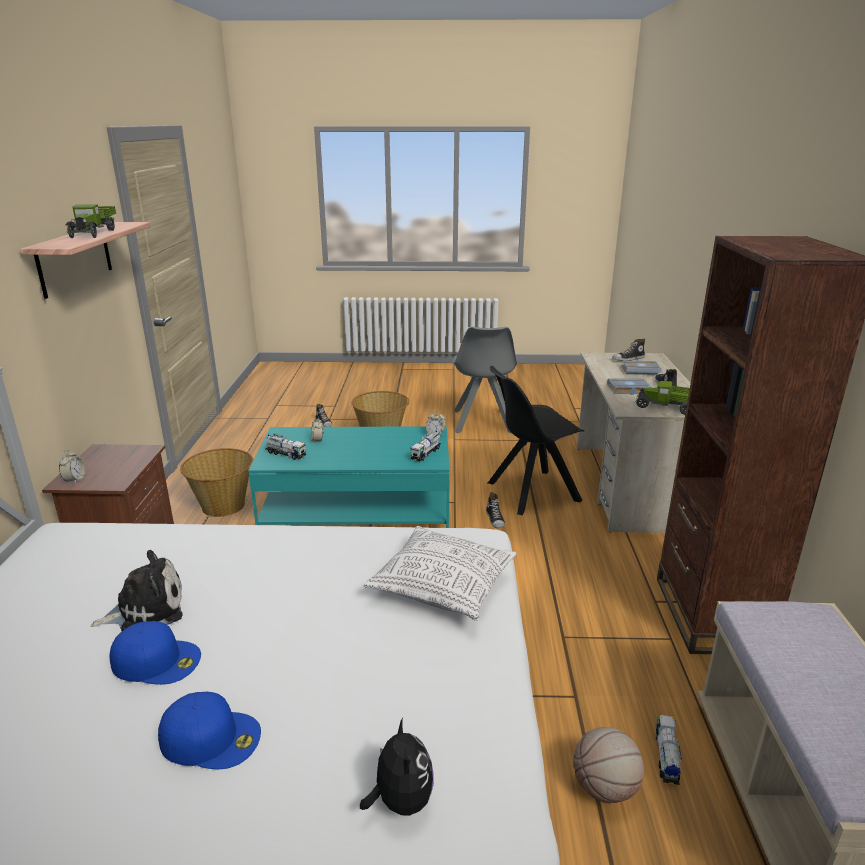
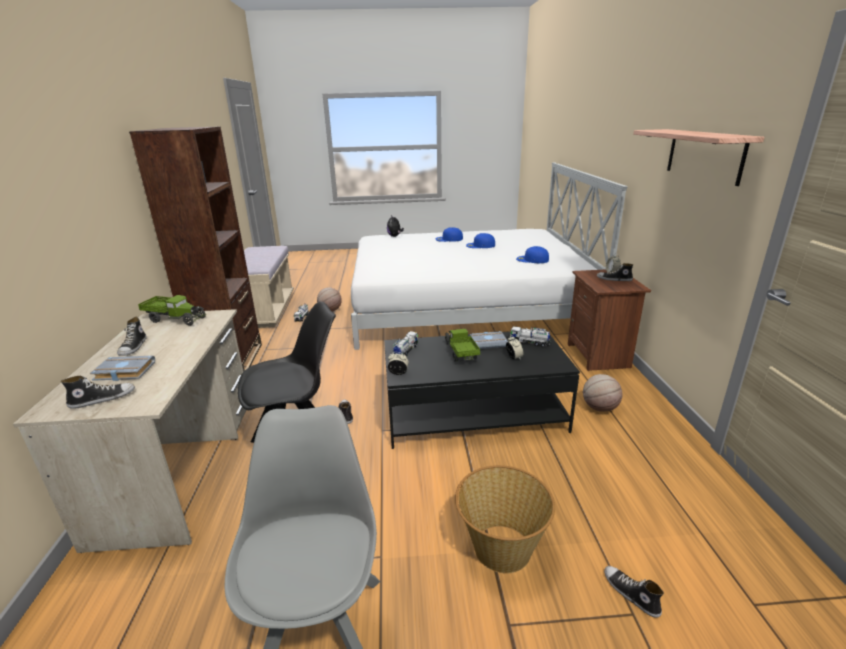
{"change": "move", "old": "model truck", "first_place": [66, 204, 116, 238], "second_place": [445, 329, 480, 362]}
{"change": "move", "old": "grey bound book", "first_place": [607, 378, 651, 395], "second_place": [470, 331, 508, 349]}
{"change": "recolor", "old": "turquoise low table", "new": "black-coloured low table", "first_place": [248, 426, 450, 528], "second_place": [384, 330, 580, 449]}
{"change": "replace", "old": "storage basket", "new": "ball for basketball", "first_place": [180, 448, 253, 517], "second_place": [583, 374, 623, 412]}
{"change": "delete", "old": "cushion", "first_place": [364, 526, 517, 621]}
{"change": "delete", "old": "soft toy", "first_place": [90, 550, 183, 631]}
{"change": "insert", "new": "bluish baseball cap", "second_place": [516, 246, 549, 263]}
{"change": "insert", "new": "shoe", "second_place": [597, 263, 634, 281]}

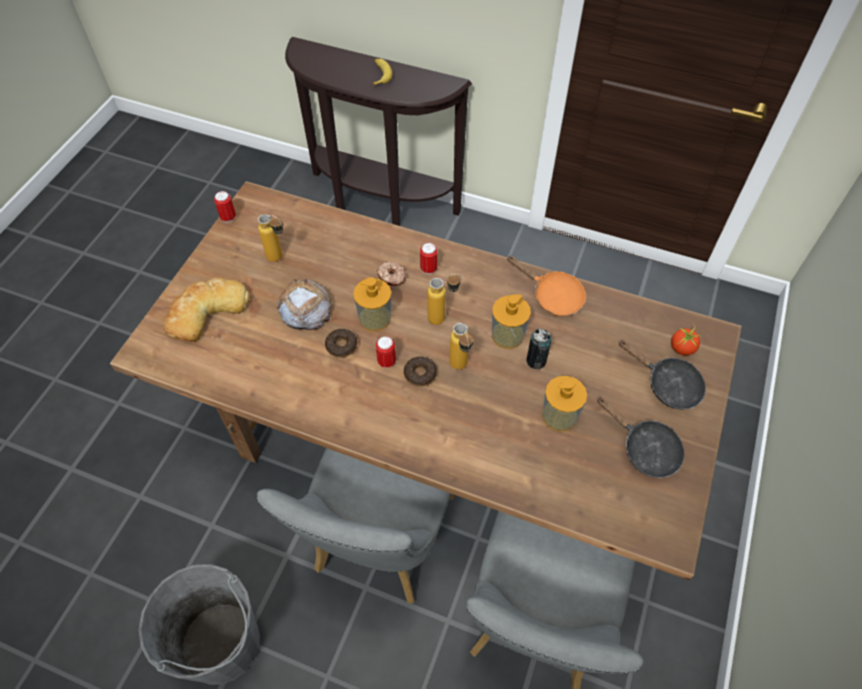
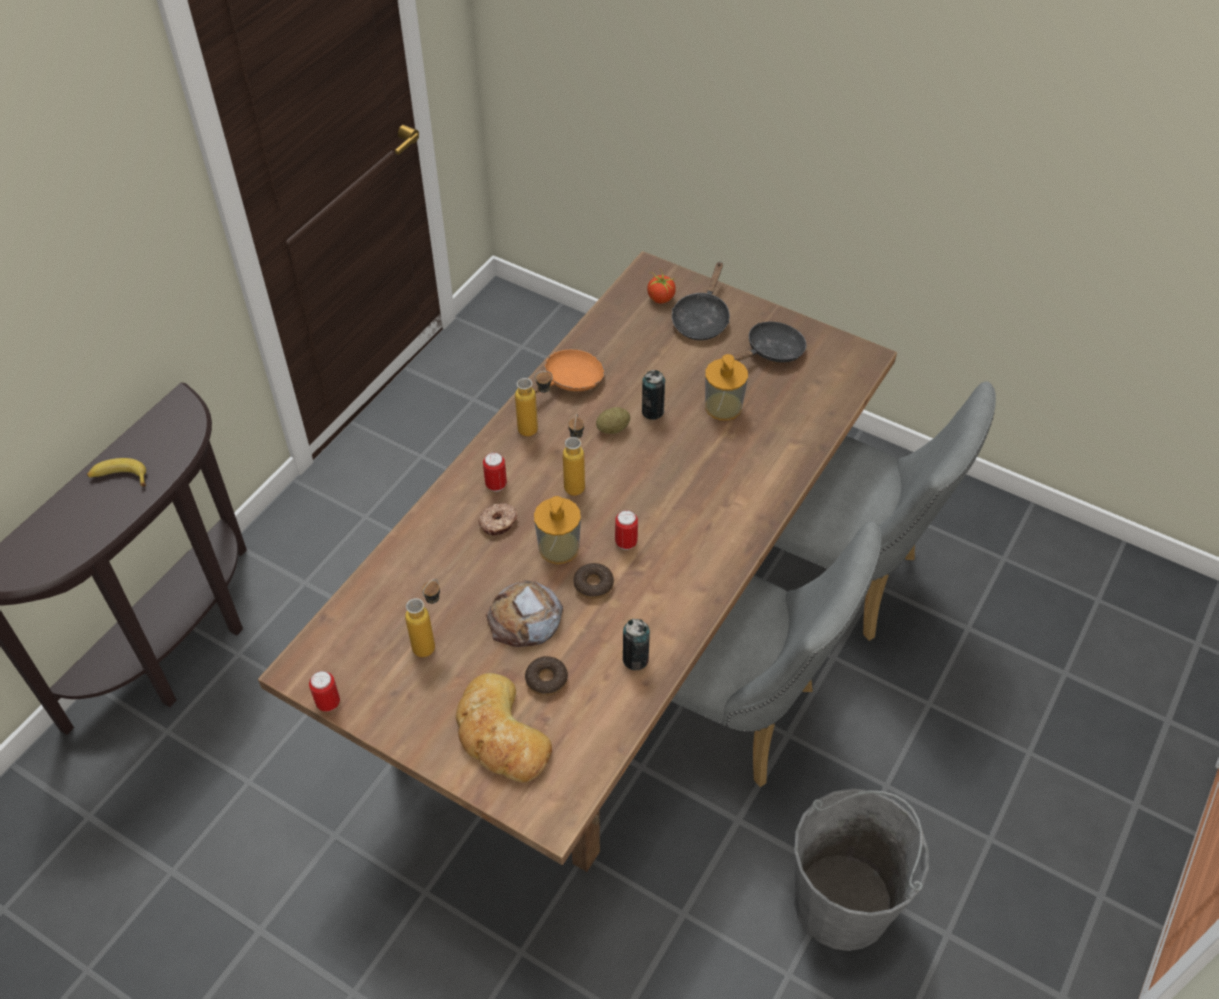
{"change": "replace", "old": "liquid soap bottle", "new": "whole potato", "first_place": [492, 294, 531, 349], "second_place": [596, 407, 630, 434]}
{"change": "move", "old": "drink bottle", "first_place": [449, 323, 473, 370], "second_place": [515, 371, 553, 436]}
{"change": "rotate", "old": "black-coloured pan", "first_place": [618, 340, 706, 410], "second_place": [672, 262, 730, 340], "degrees": 150}
{"change": "move", "old": "donut", "first_place": [404, 357, 437, 387], "second_place": [525, 656, 568, 696]}
{"change": "insert", "new": "can", "second_place": [623, 618, 650, 670]}

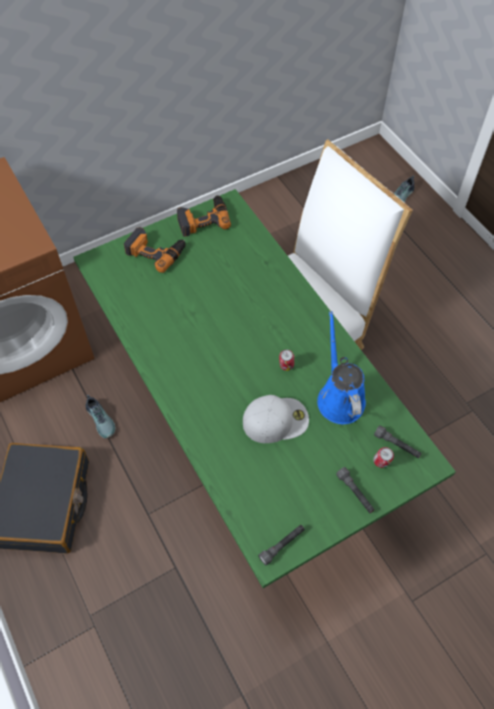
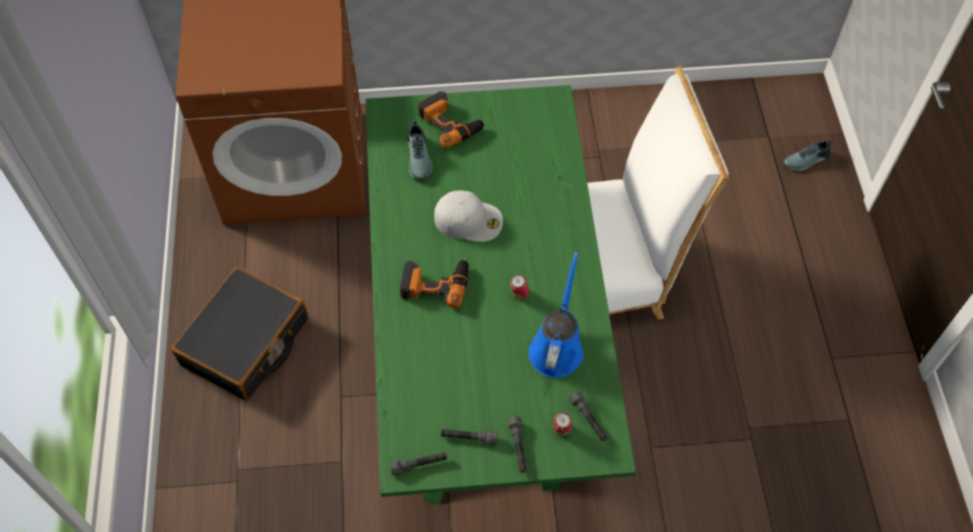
{"change": "move", "old": "drill", "first_place": [177, 195, 231, 237], "second_place": [400, 259, 469, 308]}
{"change": "move", "old": "shoe", "first_place": [86, 395, 115, 439], "second_place": [407, 120, 433, 179]}
{"change": "move", "old": "whitish baseball cap", "first_place": [243, 395, 309, 443], "second_place": [434, 191, 503, 242]}
{"change": "insert", "new": "grey hand torch", "second_place": [441, 429, 497, 445]}

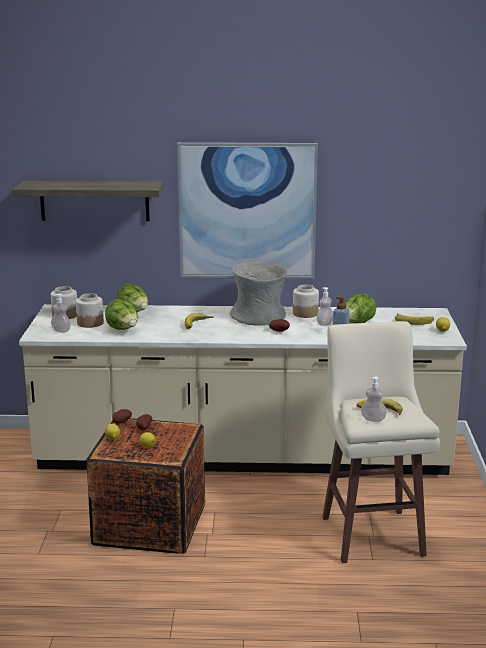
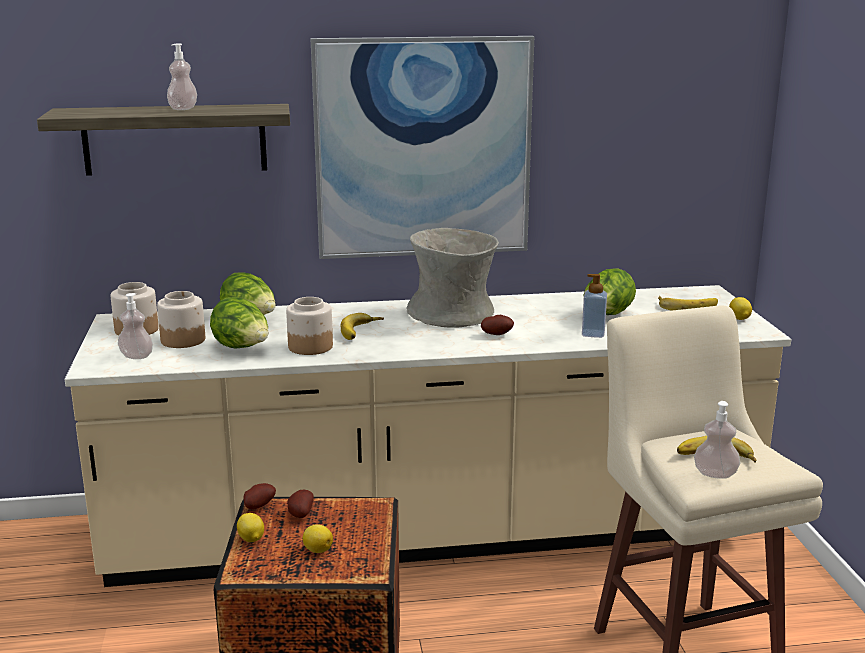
{"change": "move", "old": "jar", "first_place": [293, 285, 319, 318], "second_place": [286, 297, 333, 355]}
{"change": "move", "old": "liquid soap bottle", "first_place": [317, 287, 333, 326], "second_place": [167, 44, 197, 110]}

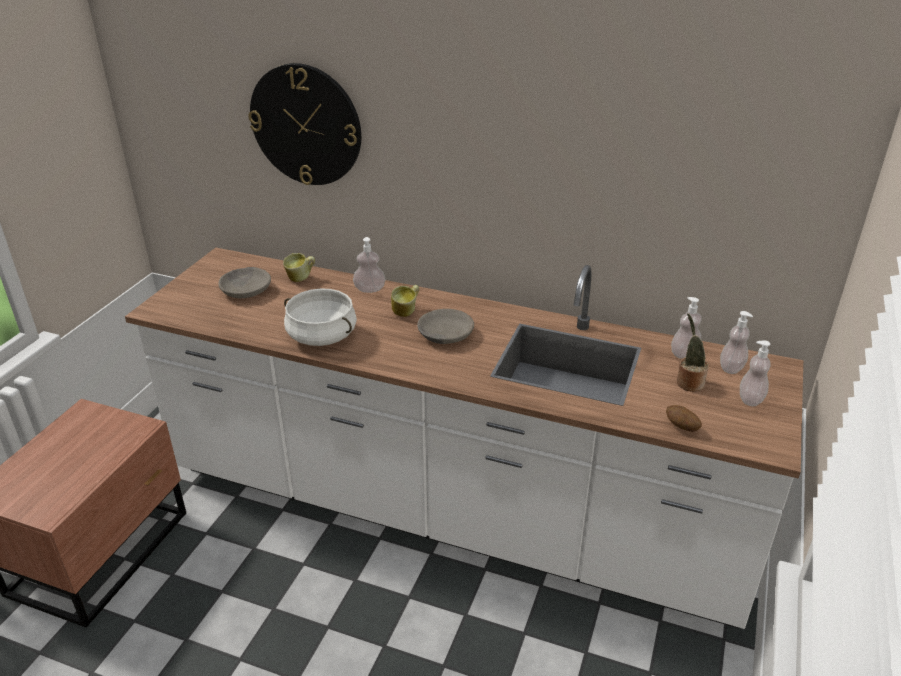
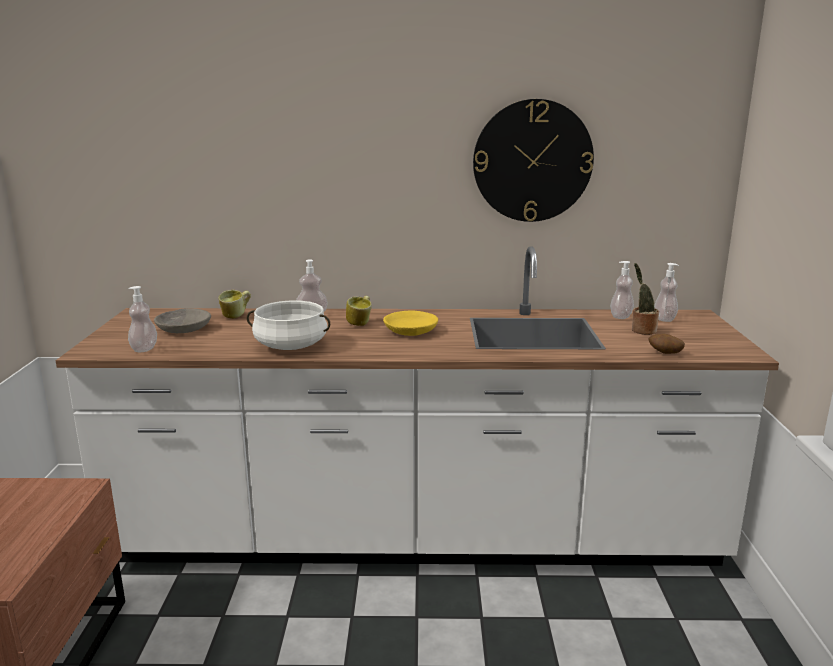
{"change": "move", "old": "hanging clock", "first_place": [248, 63, 361, 185], "second_place": [473, 99, 594, 222]}
{"change": "recolor", "old": "grey bowl", "new": "yellow bowl", "first_place": [417, 309, 474, 344], "second_place": [383, 311, 438, 336]}
{"change": "move", "old": "liquid soap bottle", "first_place": [740, 340, 770, 406], "second_place": [128, 286, 157, 352]}

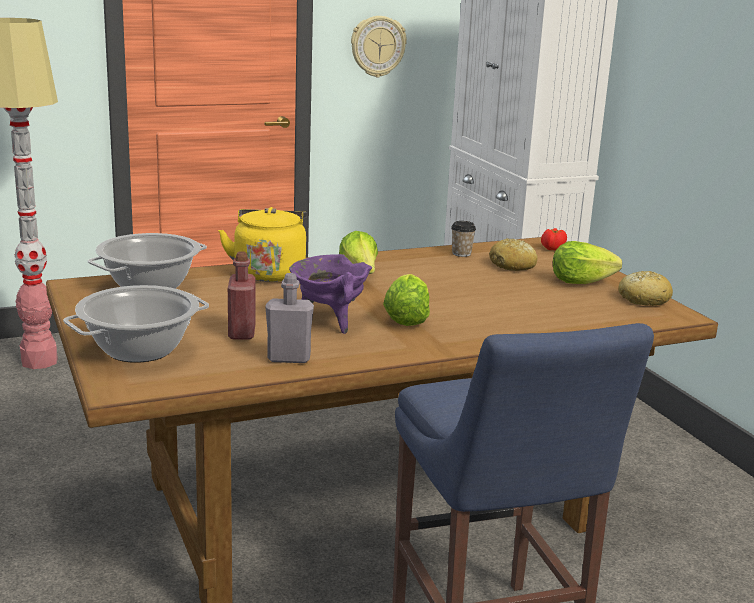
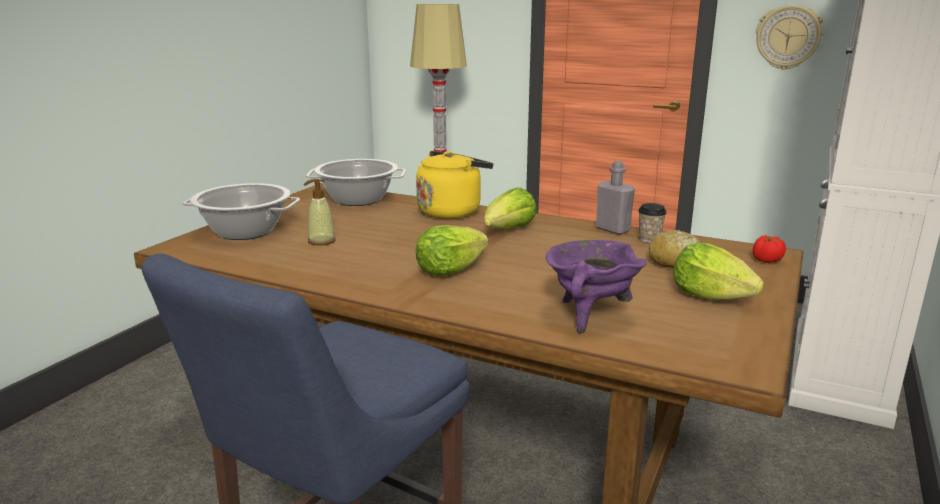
{"change": "replace", "old": "red drink bottle", "new": "liquid soap bottle", "first_place": [228, 252, 255, 340], "second_place": [304, 179, 336, 246]}
{"change": "move", "old": "purple saucepot", "first_place": [289, 254, 372, 334], "second_place": [546, 240, 647, 334]}
{"change": "delete", "old": "baked bread", "first_place": [618, 271, 673, 306]}
{"change": "move", "old": "grey drink bottle", "first_place": [265, 273, 314, 363], "second_place": [596, 161, 635, 235]}

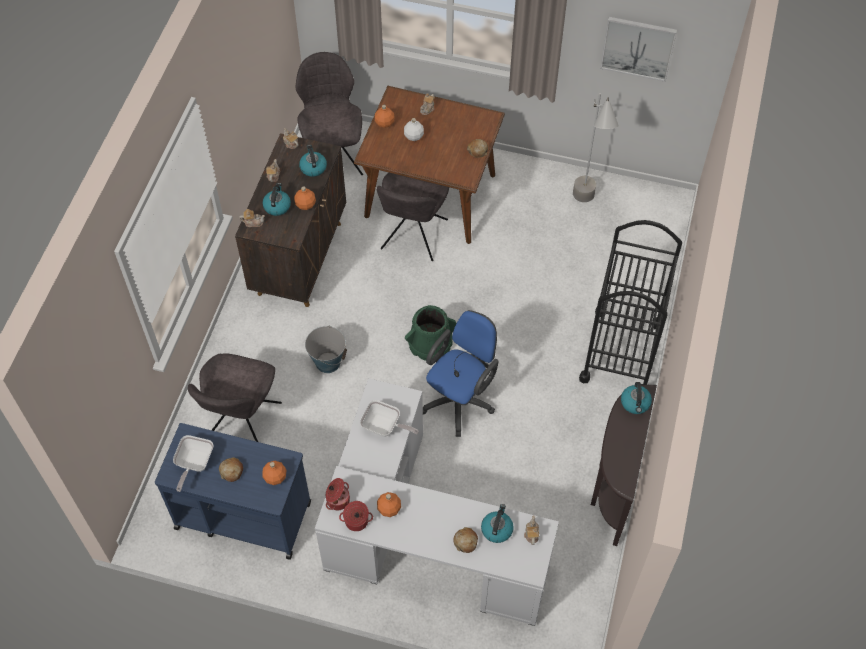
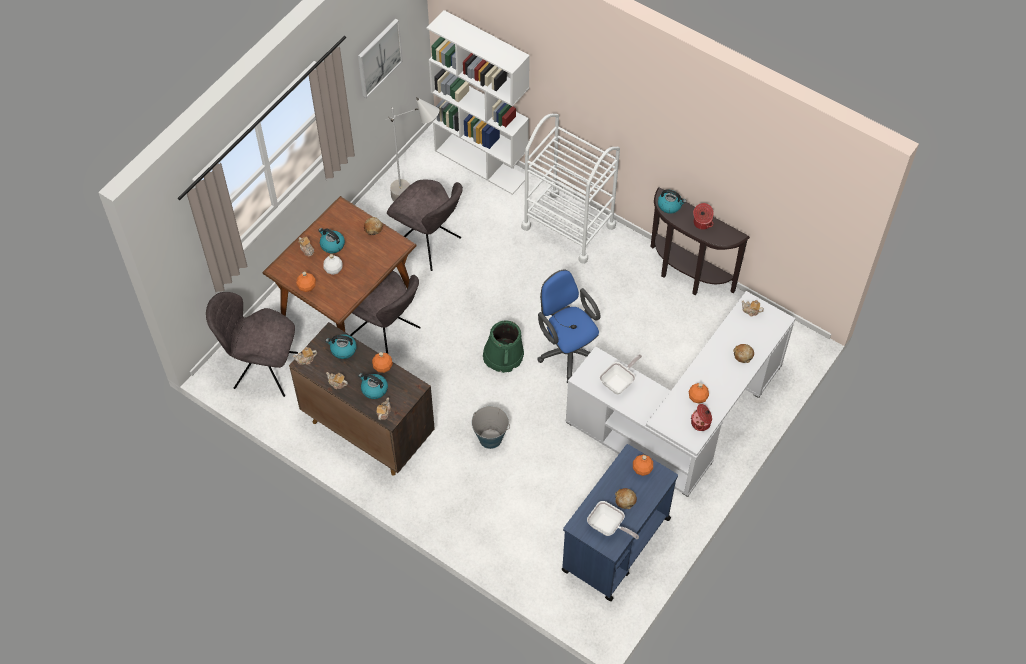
{"change": "recolor", "old": "black-coloured wheeled cart", "new": "whitish wheeled cart", "first_place": [579, 220, 682, 385], "second_place": [521, 114, 620, 264]}
{"change": "move", "old": "grey upright chair", "first_place": [188, 353, 282, 442], "second_place": [387, 179, 463, 271]}
{"change": "move", "old": "saucepot", "first_place": [326, 478, 350, 510], "second_place": [693, 203, 714, 230]}
{"change": "move", "old": "water kettle", "first_place": [481, 504, 514, 543], "second_place": [318, 228, 345, 253]}
{"change": "insert", "new": "whitish bookshelf", "second_place": [426, 10, 530, 195]}

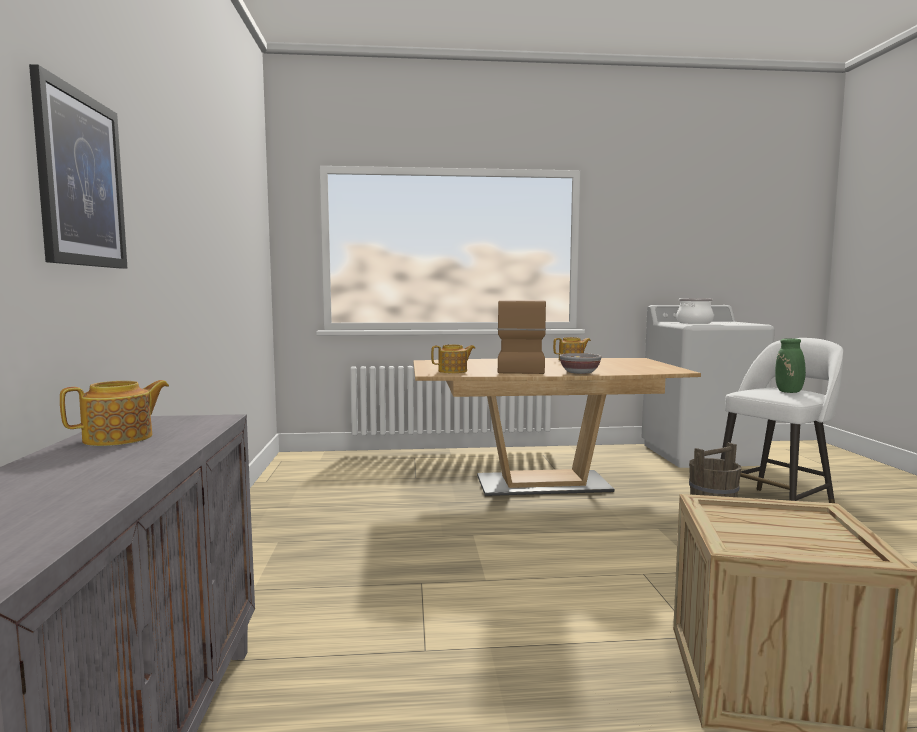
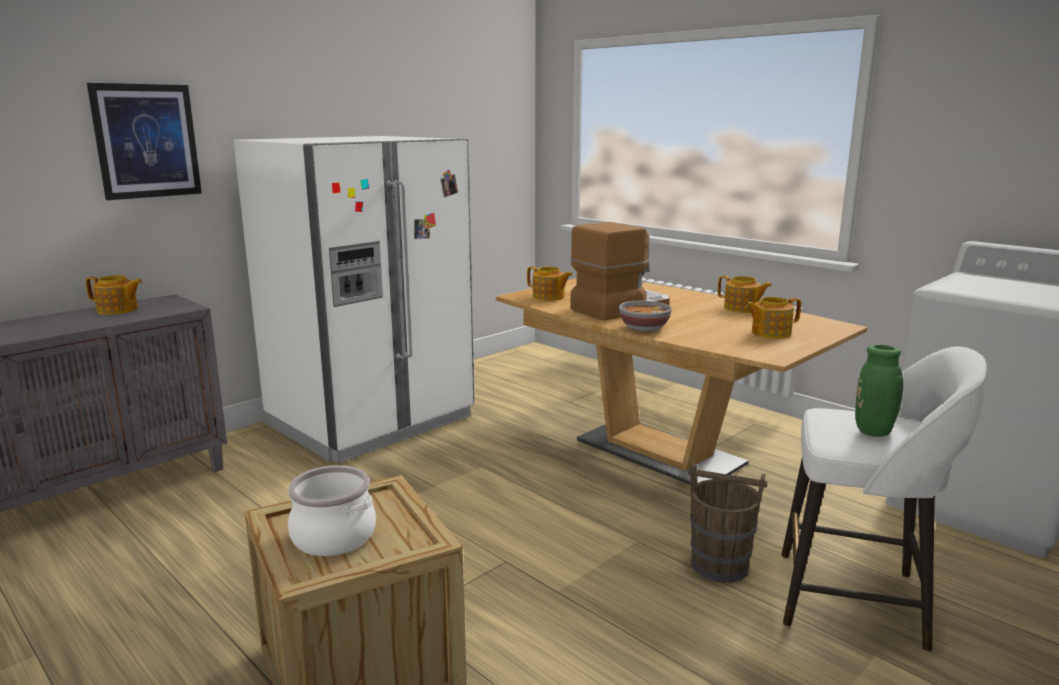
{"change": "move", "old": "saucepot", "first_place": [676, 298, 714, 324], "second_place": [288, 465, 376, 556]}
{"change": "insert", "new": "whitish fridge", "second_place": [234, 136, 474, 464]}
{"change": "insert", "new": "teapot", "second_place": [745, 297, 801, 339]}

